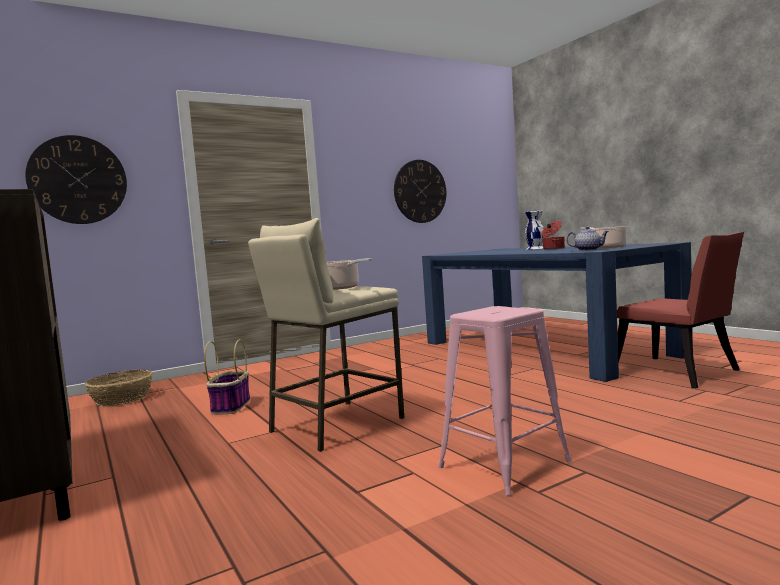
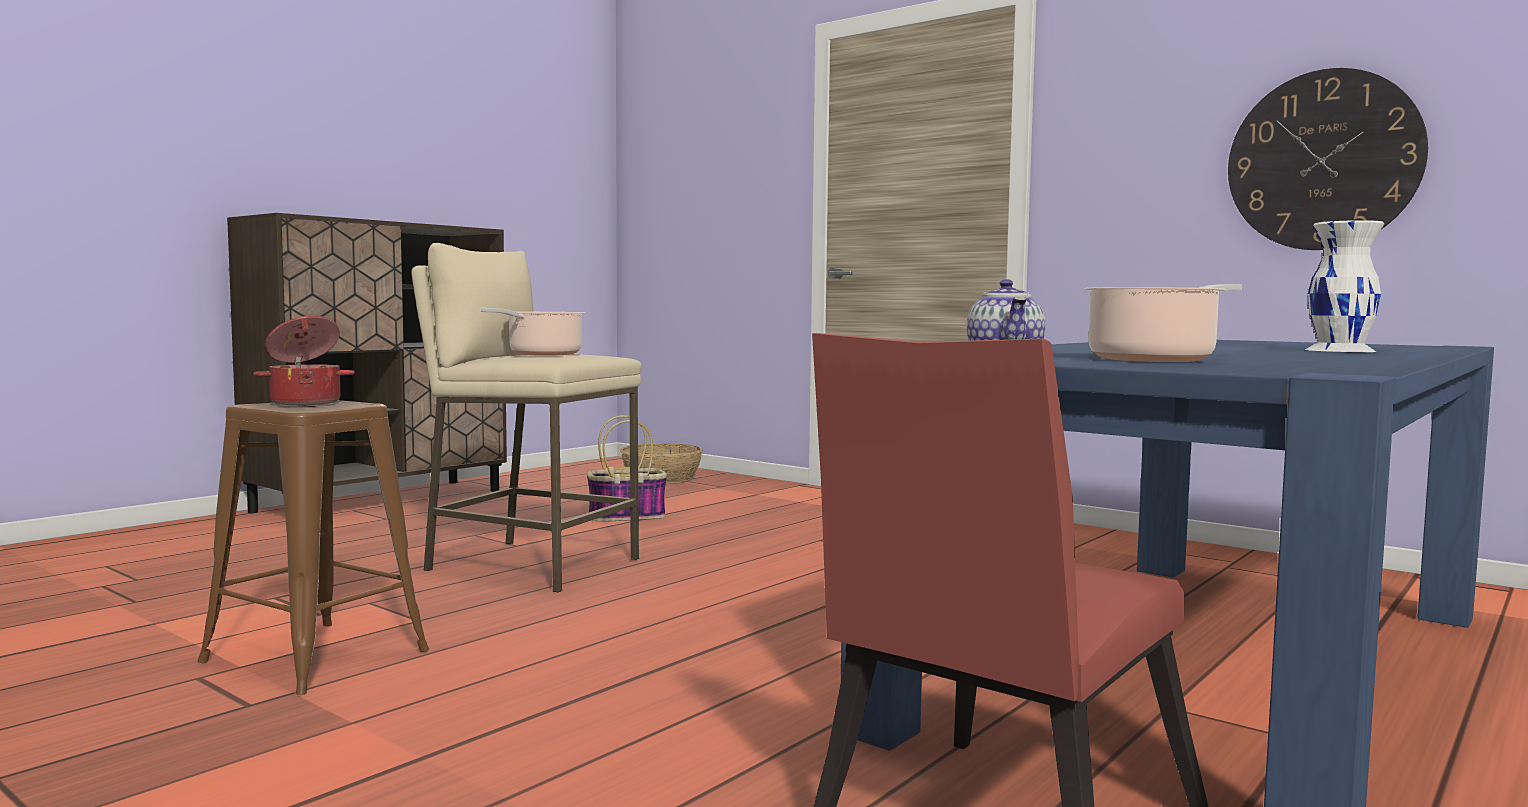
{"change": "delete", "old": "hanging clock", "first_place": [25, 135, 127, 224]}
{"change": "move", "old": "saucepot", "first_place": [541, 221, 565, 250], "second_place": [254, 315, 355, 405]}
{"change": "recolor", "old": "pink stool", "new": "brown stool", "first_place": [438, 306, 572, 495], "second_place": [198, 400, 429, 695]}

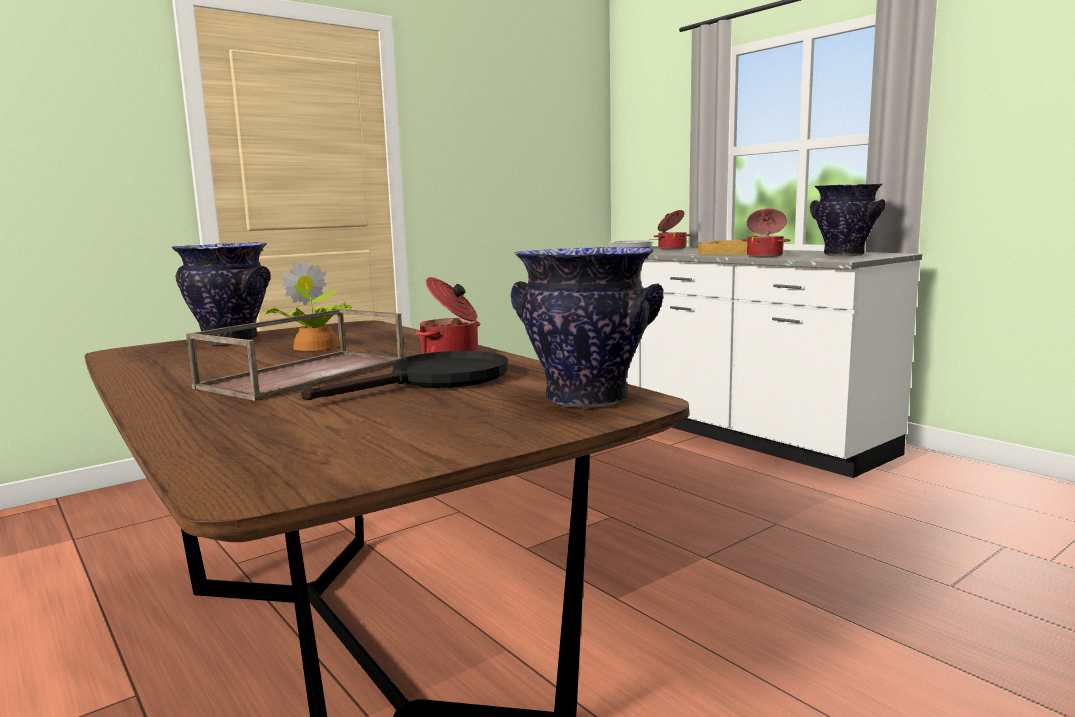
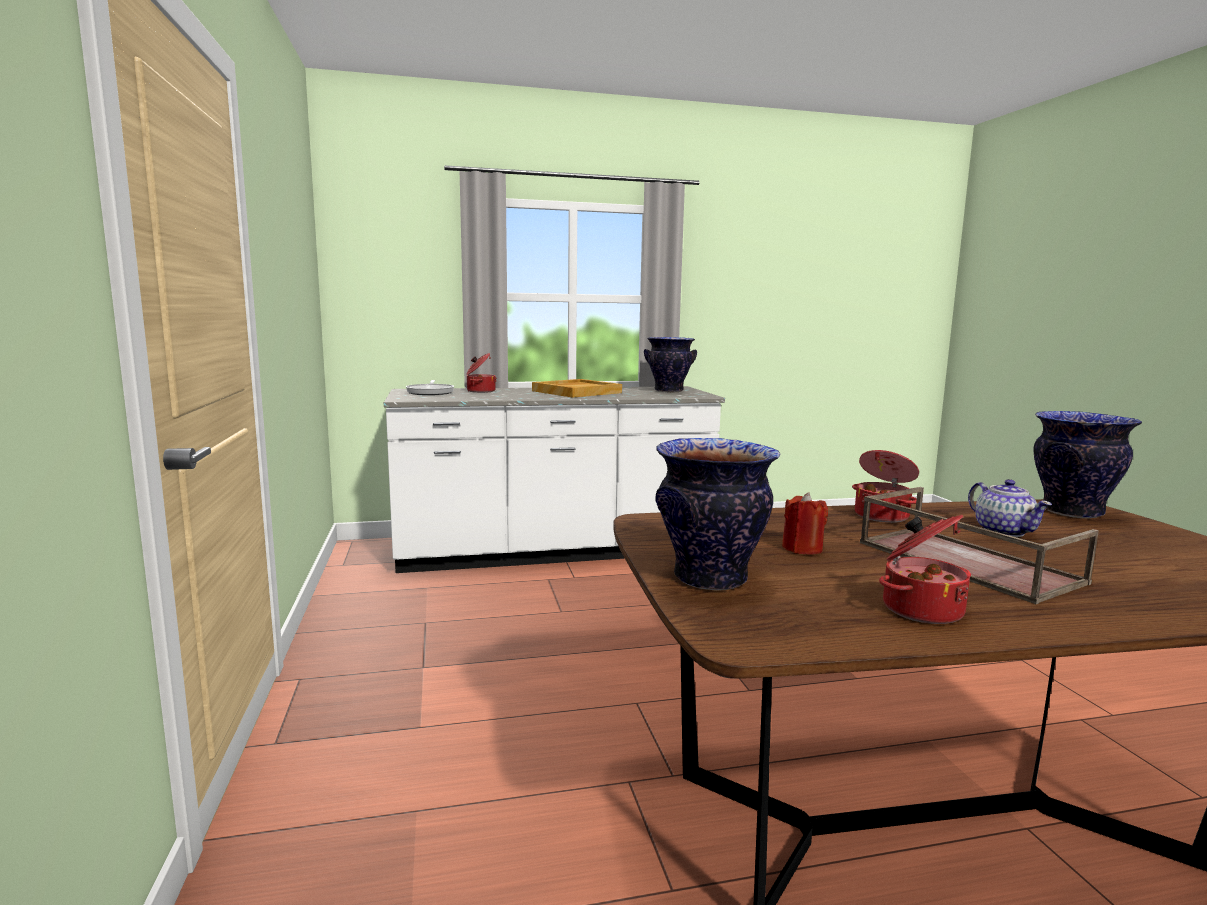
{"change": "move", "old": "saucepot", "first_place": [741, 208, 790, 257], "second_place": [879, 515, 971, 624]}
{"change": "replace", "old": "plant in a pot", "new": "red candle", "first_place": [263, 260, 353, 351], "second_place": [782, 492, 828, 555]}
{"change": "replace", "old": "black-coloured pan", "new": "teapot", "first_place": [301, 351, 508, 400], "second_place": [968, 479, 1052, 537]}

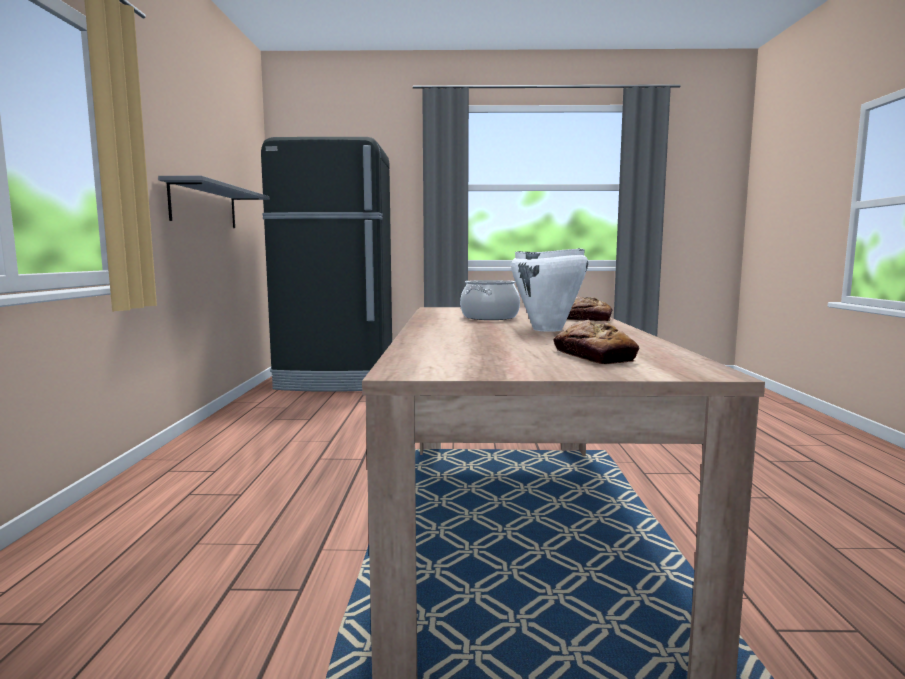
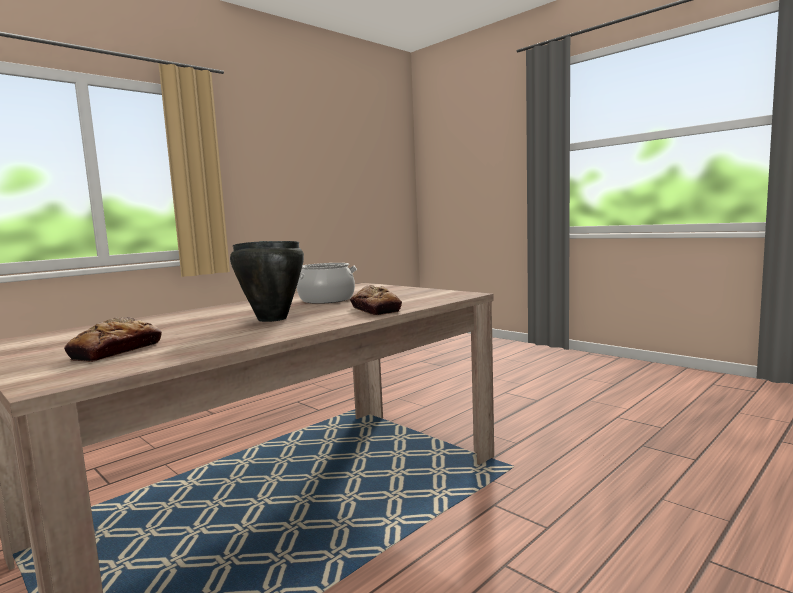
{"change": "delete", "old": "black-coloured fridge", "first_place": [261, 137, 392, 392]}
{"change": "delete", "old": "grey bracket shelf", "first_place": [158, 176, 270, 228]}
{"change": "recolor", "old": "whitish saucepot", "new": "black-coloured saucepot", "first_place": [511, 248, 588, 332], "second_place": [230, 241, 304, 322]}

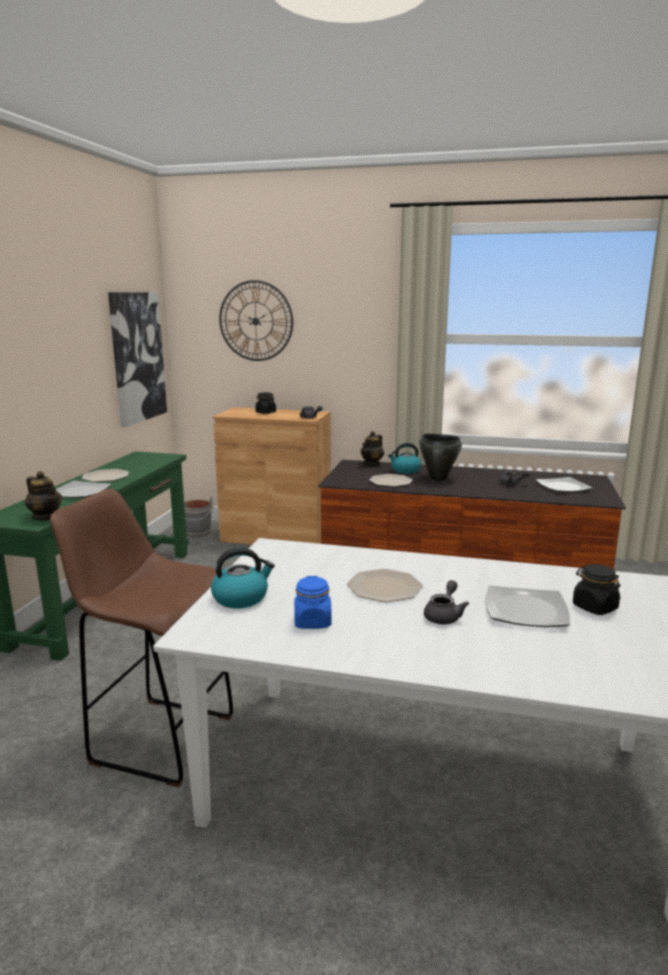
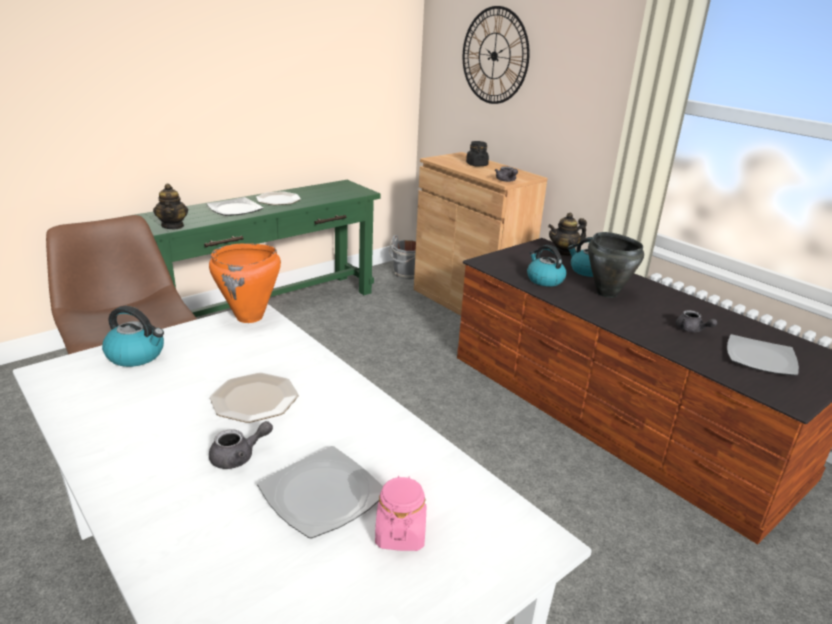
{"change": "delete", "old": "wall art", "first_place": [108, 292, 167, 427]}
{"change": "replace", "old": "plate", "new": "water kettle", "first_place": [369, 474, 413, 487], "second_place": [527, 245, 567, 287]}
{"change": "recolor", "old": "black-coloured jar", "new": "pink jar", "first_place": [573, 564, 621, 615], "second_place": [375, 476, 426, 551]}
{"change": "delete", "old": "bluish jar", "first_place": [294, 576, 332, 629]}
{"change": "insert", "new": "orange-coloured saucepot", "second_place": [209, 243, 281, 323]}

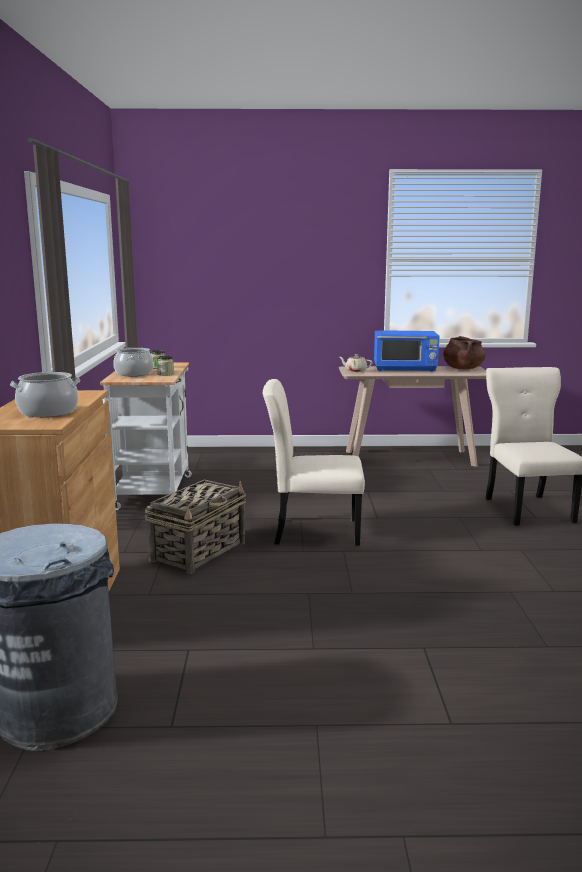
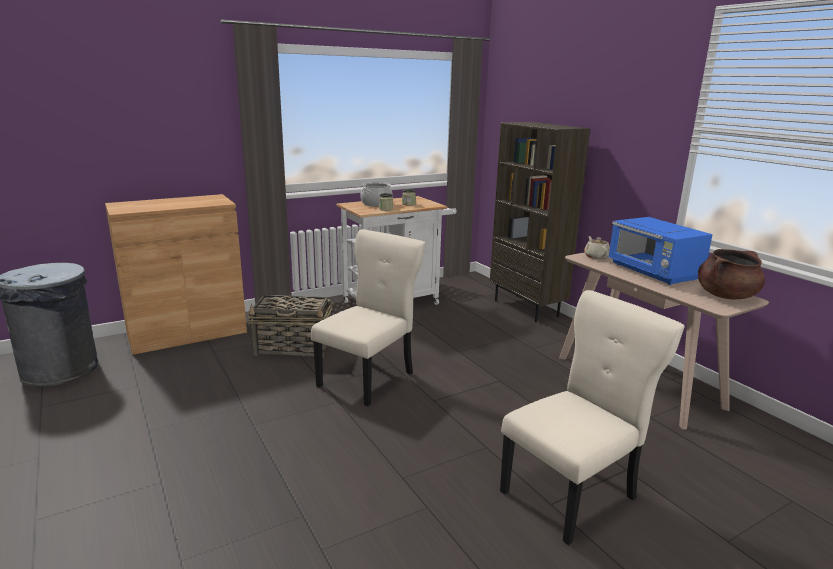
{"change": "delete", "old": "saucepot", "first_place": [10, 372, 81, 417]}
{"change": "rotate", "old": "beige-coloured upright chair", "first_place": [263, 379, 365, 546], "second_place": [311, 229, 426, 406], "degrees": 60}
{"change": "insert", "new": "brown bookshelf", "second_place": [490, 122, 590, 322]}

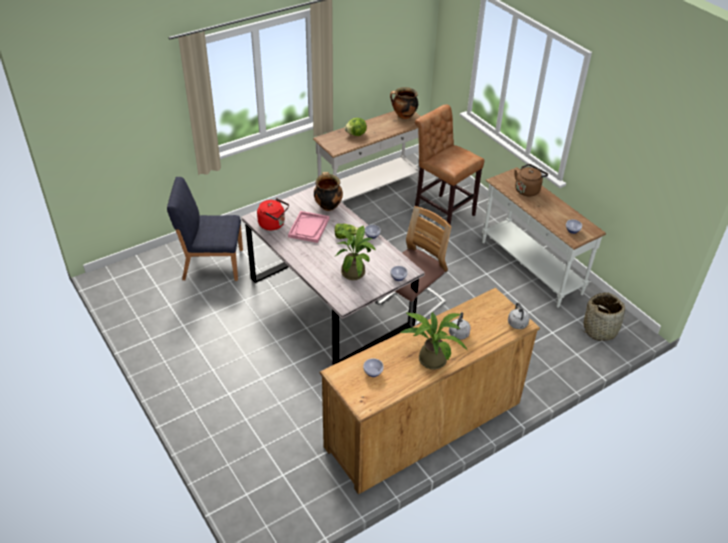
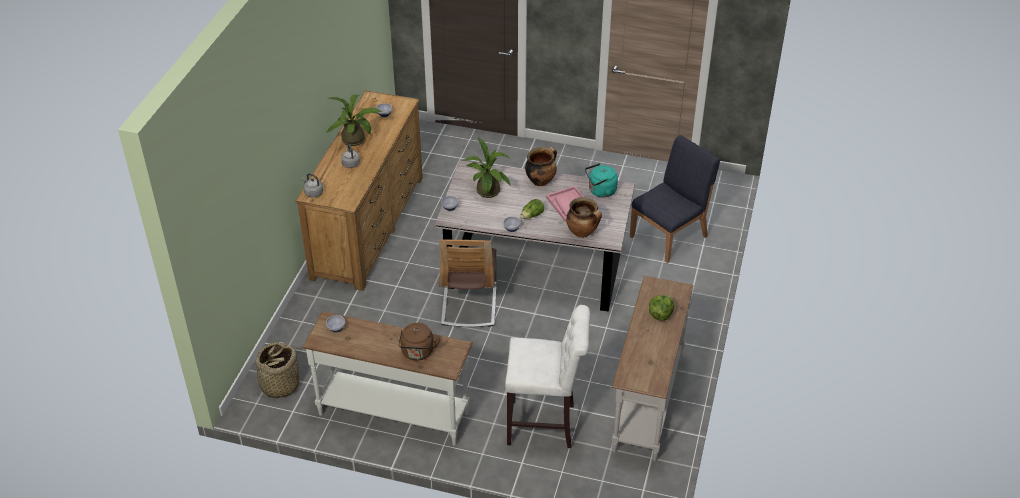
{"change": "move", "old": "saucepot", "first_place": [390, 87, 418, 119], "second_place": [525, 147, 557, 186]}
{"change": "recolor", "old": "brown stool", "new": "whitish stool", "first_place": [415, 104, 484, 225], "second_place": [505, 305, 590, 448]}
{"change": "recolor", "old": "red water kettle", "new": "turquoise water kettle", "first_place": [257, 198, 289, 230], "second_place": [585, 163, 618, 198]}

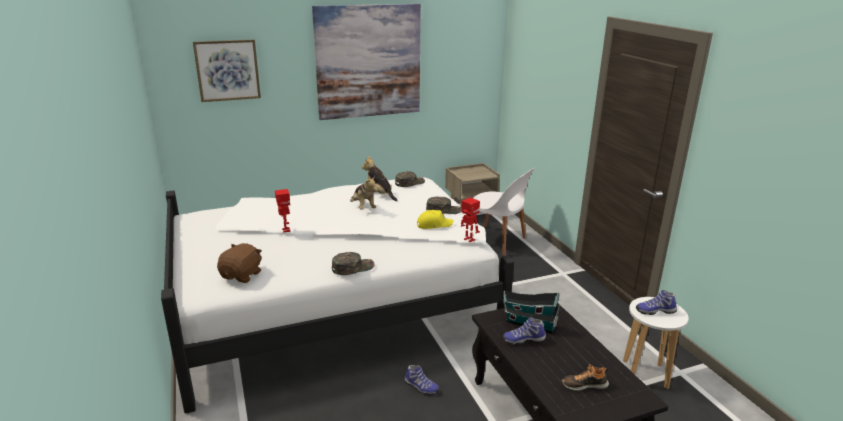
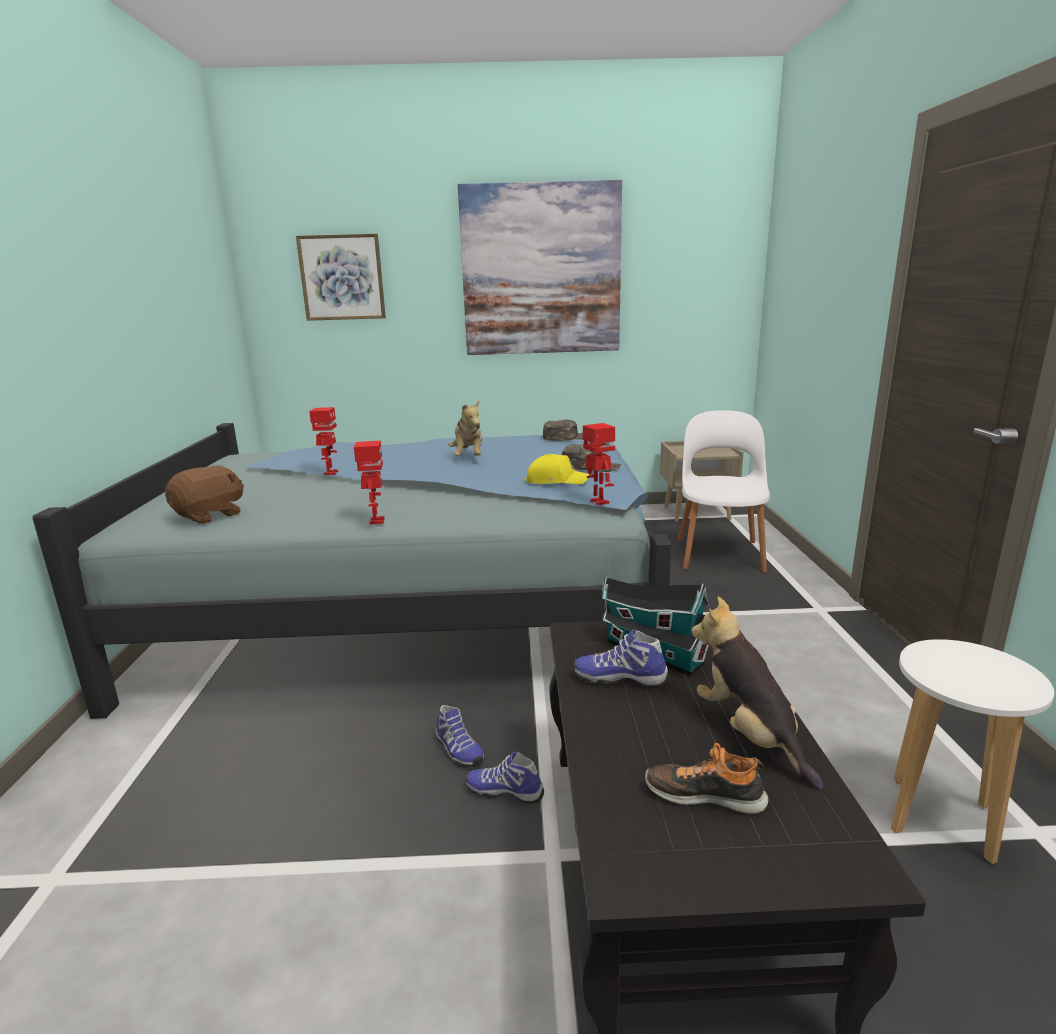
{"change": "move", "old": "soft toy", "first_place": [362, 156, 398, 201], "second_place": [692, 596, 824, 789]}
{"change": "rotate", "old": "whitish upright chair", "first_place": [473, 168, 535, 256], "second_place": [678, 410, 770, 573], "degrees": -135}
{"change": "recolor", "old": "whitish bedroom bed", "new": "bluish bedroom bed", "first_place": [161, 177, 514, 414], "second_place": [32, 423, 671, 719]}
{"change": "replace", "old": "green-coloured baseball cap", "new": "robot figure", "first_place": [332, 252, 374, 275], "second_place": [354, 441, 385, 524]}
{"change": "move", "old": "shoe", "first_place": [636, 290, 677, 315], "second_place": [465, 751, 544, 804]}

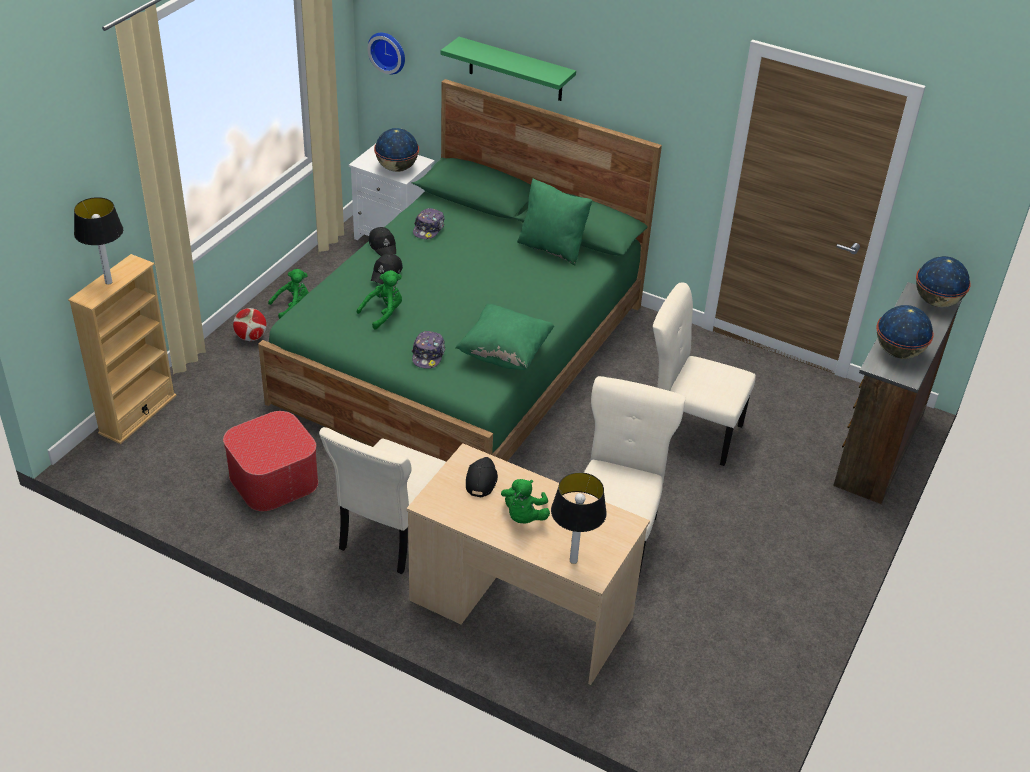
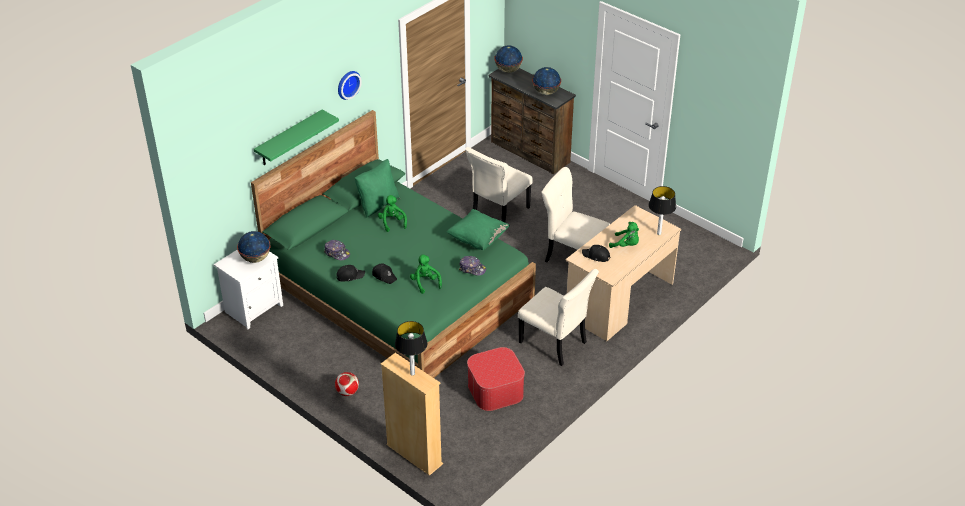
{"change": "move", "old": "hanging clock", "first_place": [367, 33, 405, 74], "second_place": [338, 71, 362, 100]}
{"change": "move", "old": "green-coloured soft toy", "first_place": [268, 269, 309, 319], "second_place": [378, 195, 407, 232]}

